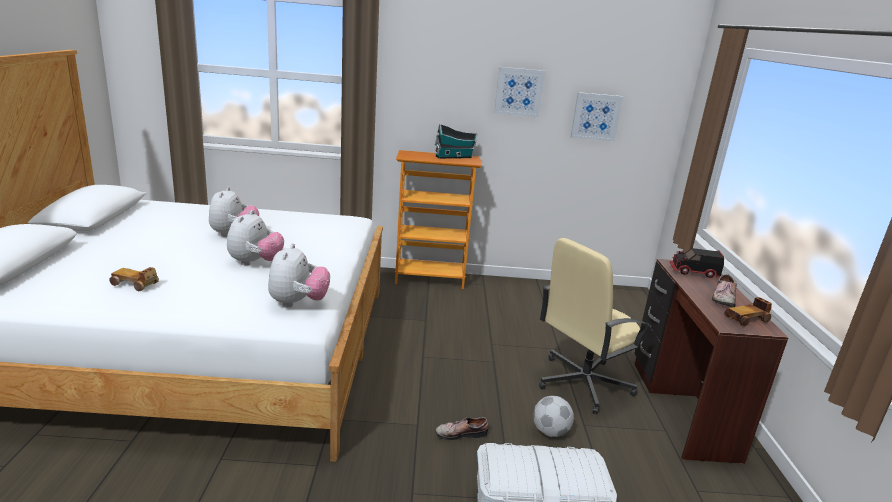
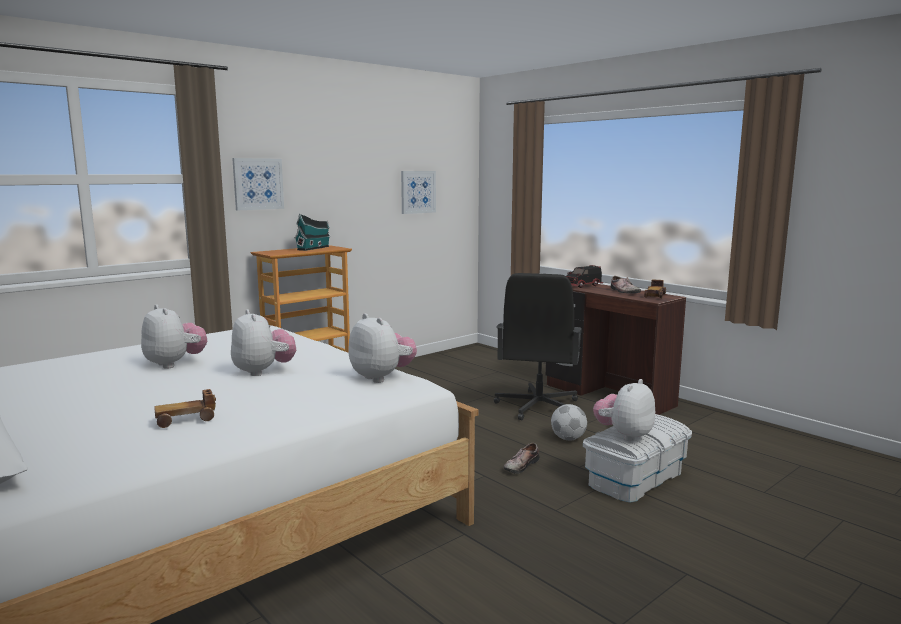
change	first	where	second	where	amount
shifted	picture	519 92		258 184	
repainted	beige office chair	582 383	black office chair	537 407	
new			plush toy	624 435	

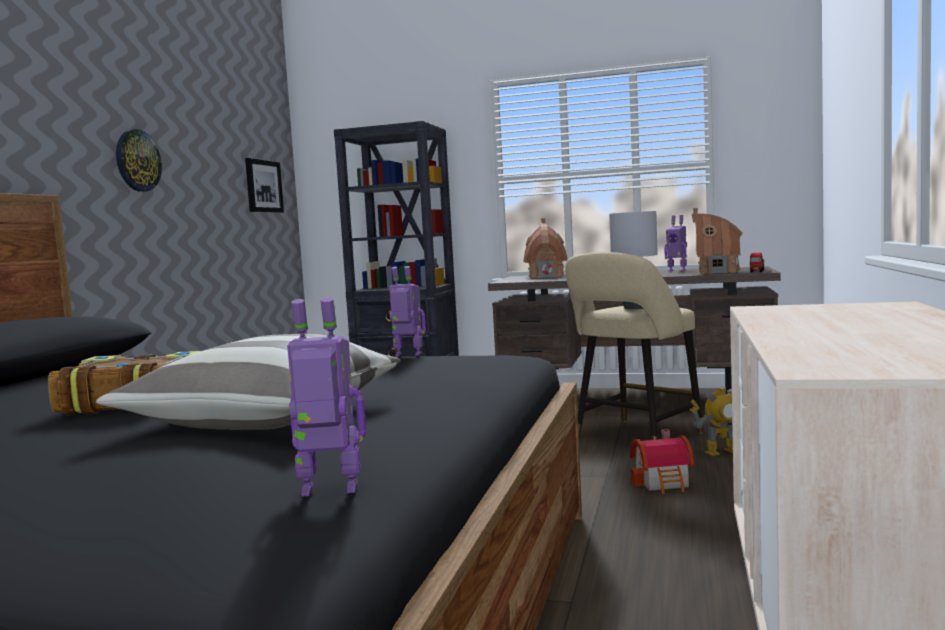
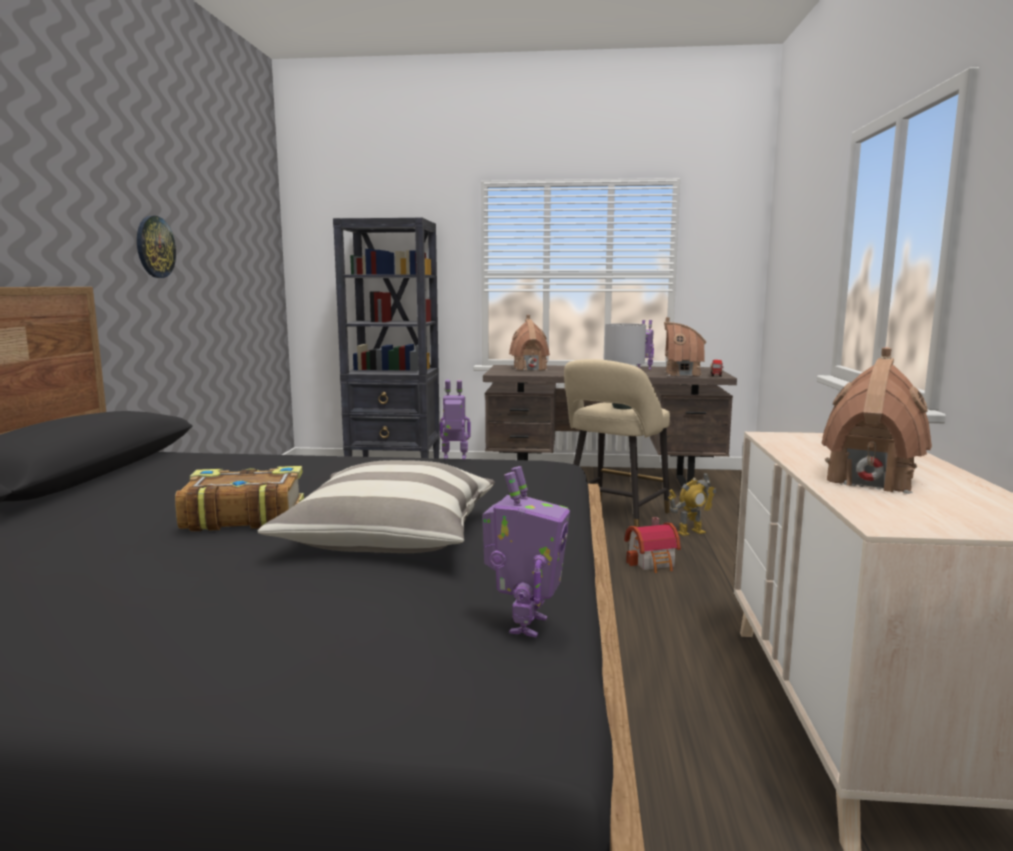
change	first	where	second	where	amount
gone	picture	263 186			
rotated	toy robot	329 490		525 625	120 degrees clockwise
new			toy house	869 479	

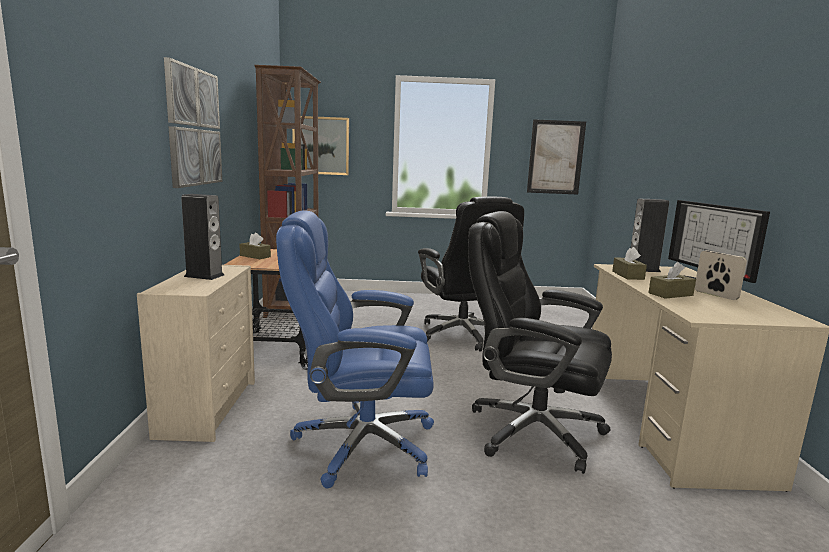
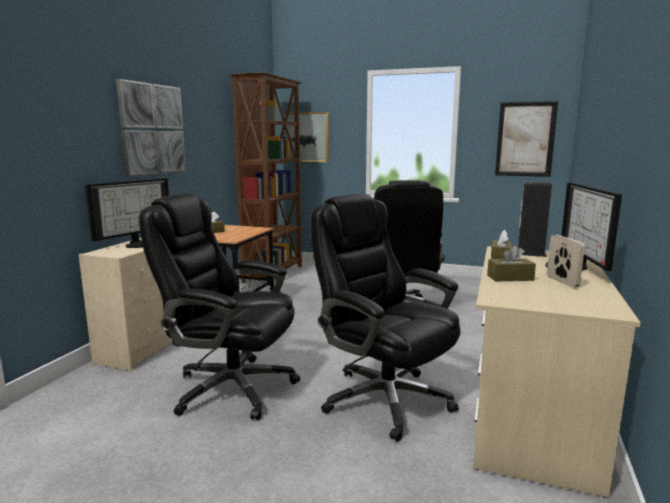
change	first	where	second	where	amount
swapped	speaker	204 276	monitor	141 243	
repainted	blue office chair	361 444	black office chair	230 388	

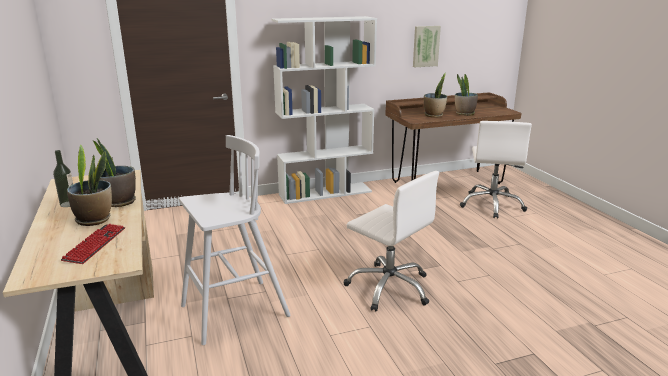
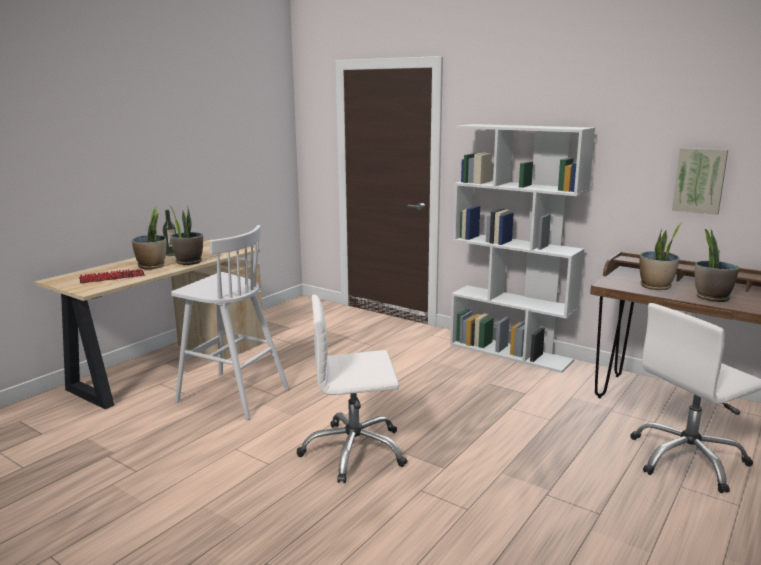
change	first	where	second	where	amount
rotated	white office chair	389 287		354 451	75 degrees clockwise

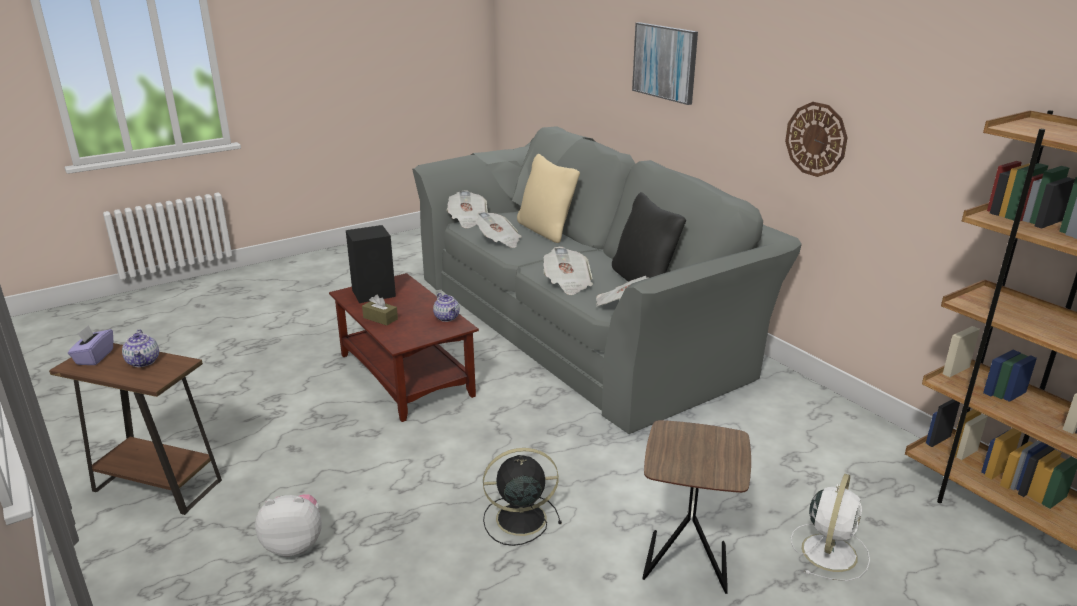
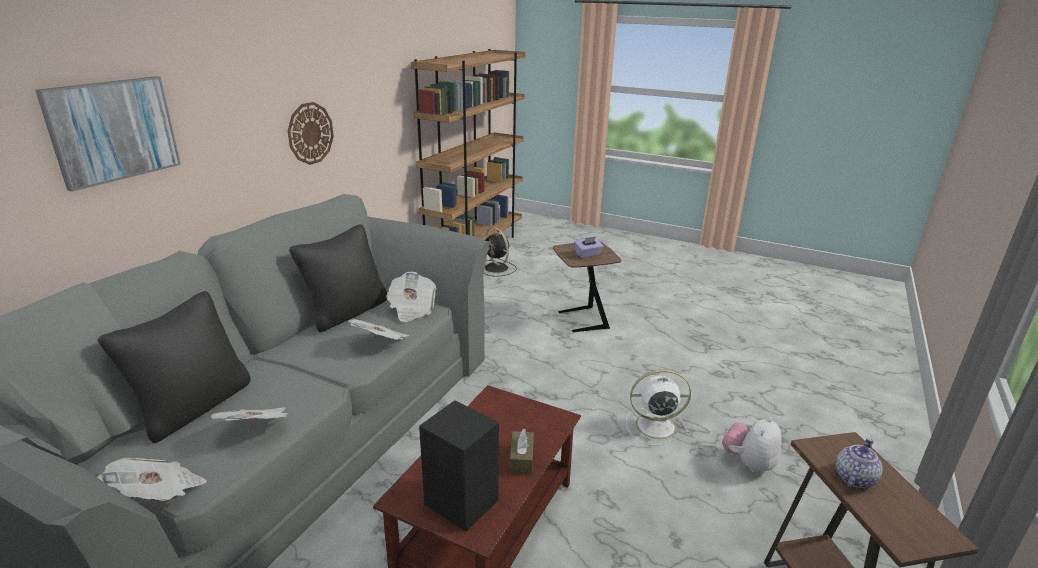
change	first	where	second	where	amount
repainted	beige pillow	546 230	black pillow	194 406	
gone	teapot	447 318			
shifted	purple tissue box	94 357		587 254	
shifted	black fan	518 519		497 268	
shifted	white fan	829 551		653 426	
rotated	plush toy	294 544		748 463	75 degrees clockwise

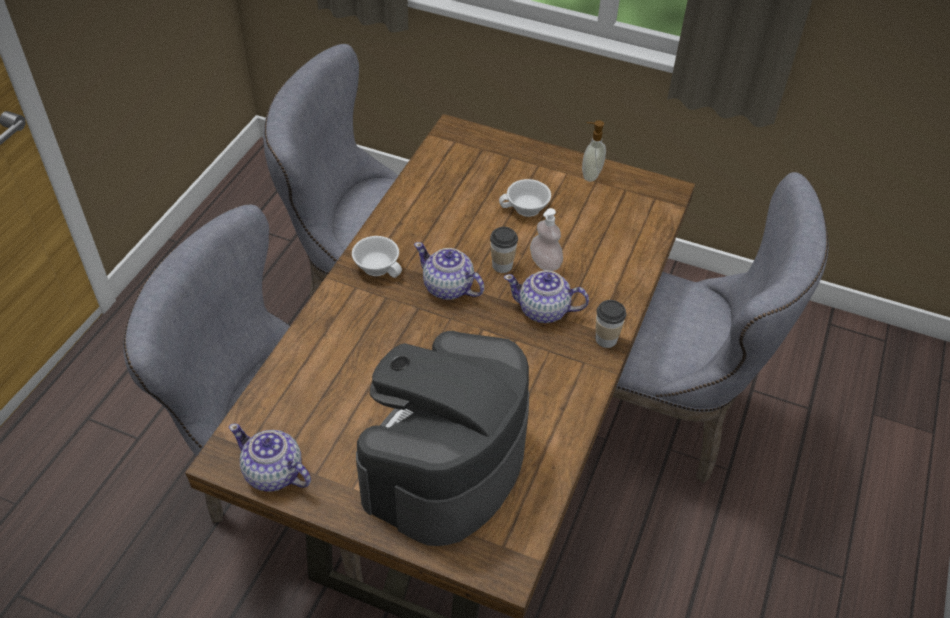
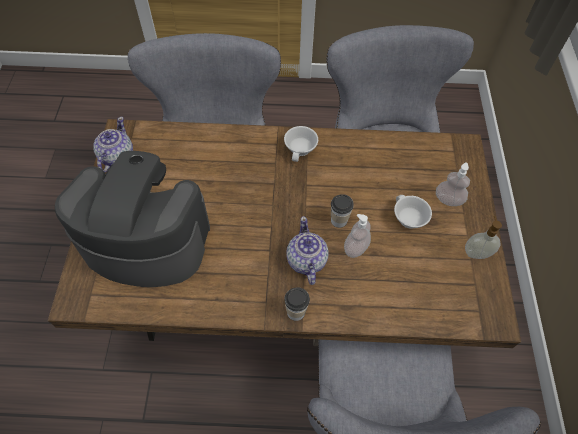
change	first	where	second	where	amount
gone	teapot	448 288			
new			soap dispenser	448 200	

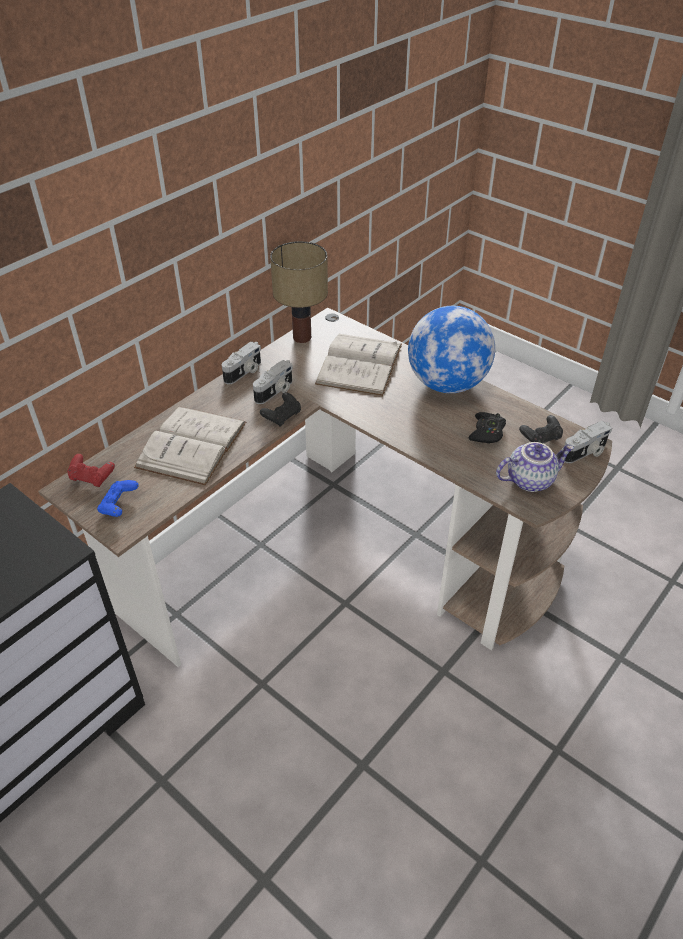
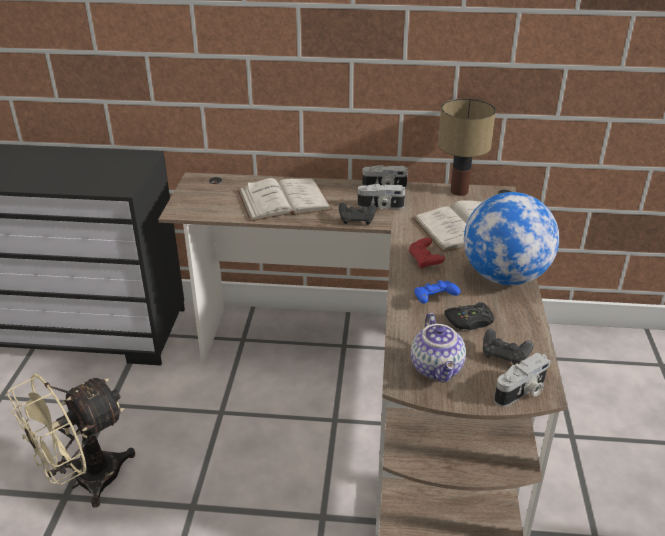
change	first	where	second	where	amount
rotated	photo camera	585 453		522 392	60 degrees counterclockwise
rotated	teapot	529 479		438 368	45 degrees clockwise
shifted	red game controller	92 477		425 261	
shifted	blue game controller	119 506		434 300	
new			beige fan	85 481	

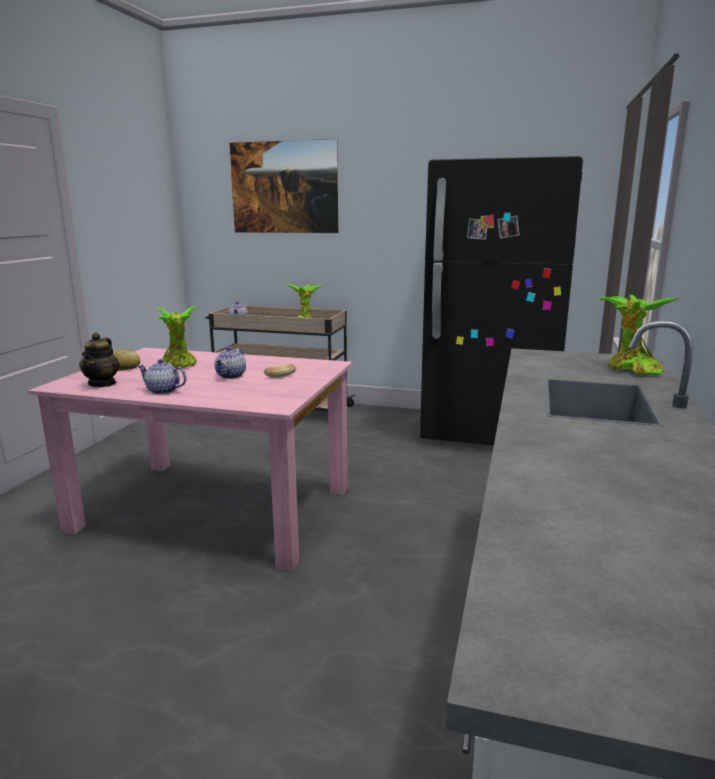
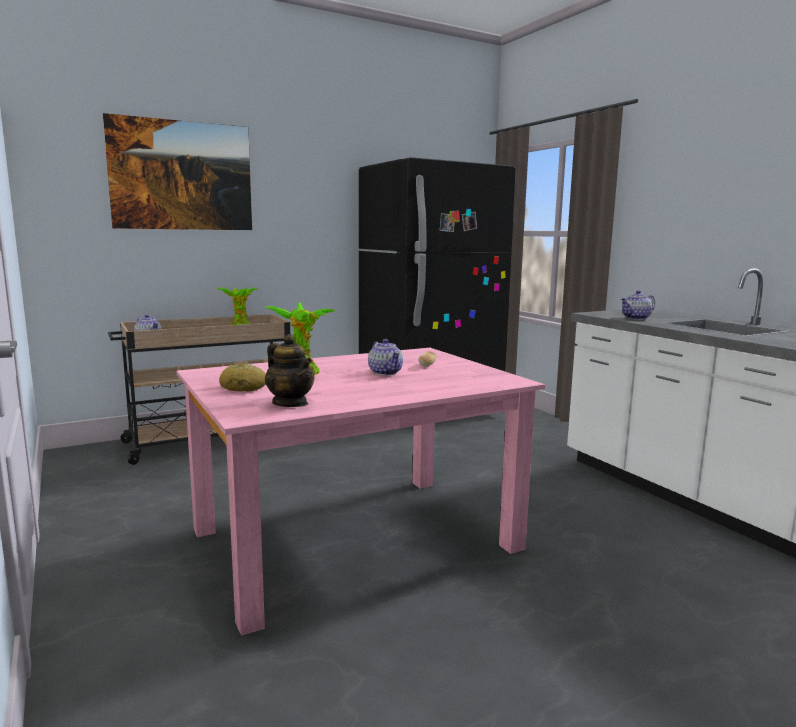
change	first	where	second	where	amount
gone	potted plant	631 369			
shifted	teapot	162 391		636 318	

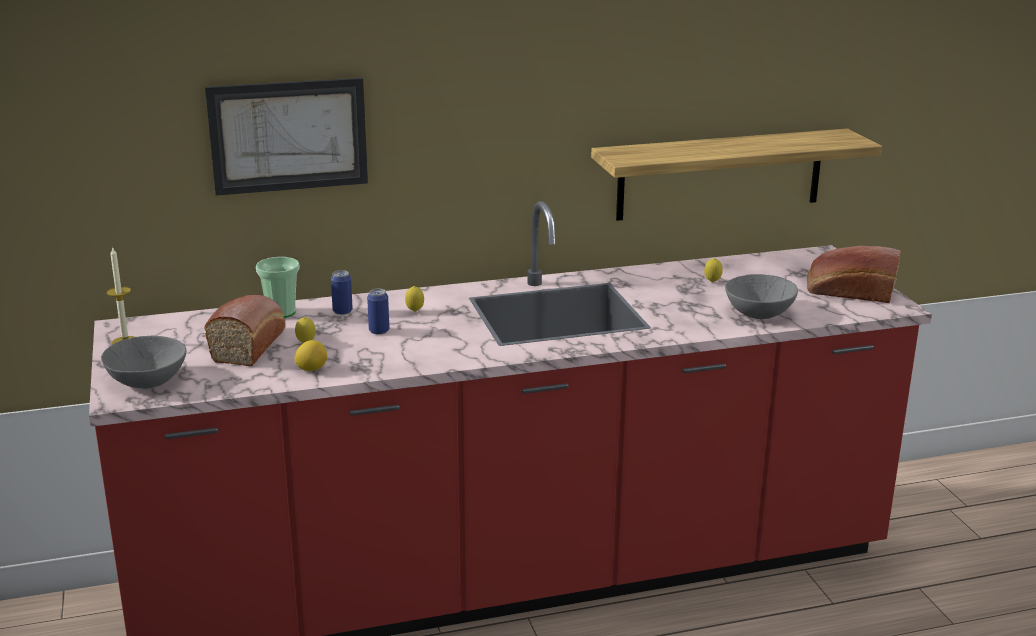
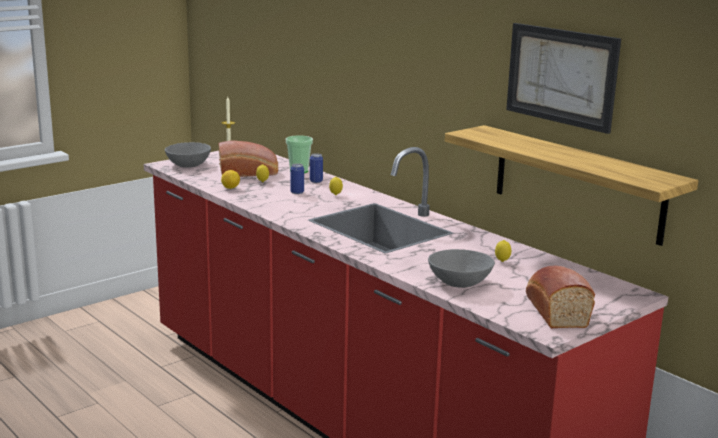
change	first	where	second	where	amount
shifted	picture	288 135		561 76	

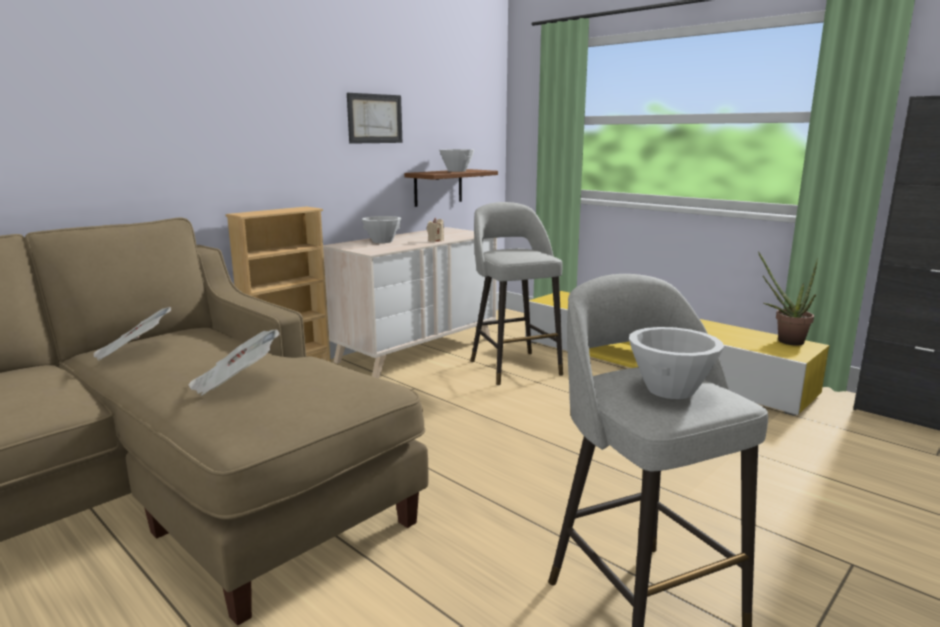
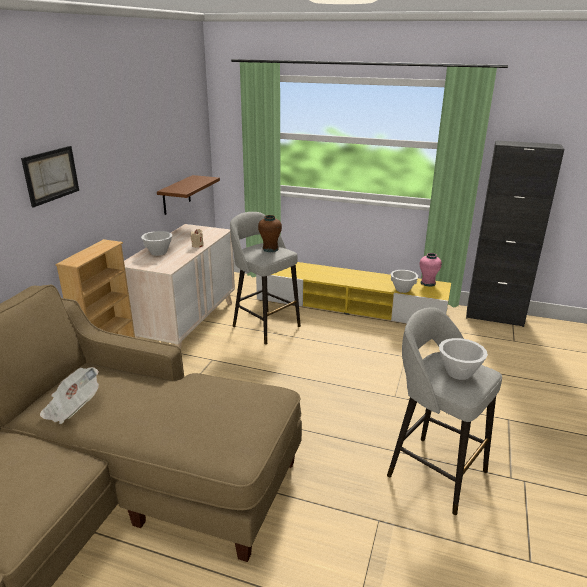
change	first	where	second	where	amount
shifted	picture	375 118		51 175	
shifted	white bowl	456 171		402 289	
swapped	potted plant	784 340	pink vase	428 283	
gone	newspaper	235 384			
new			brown vase	270 249	

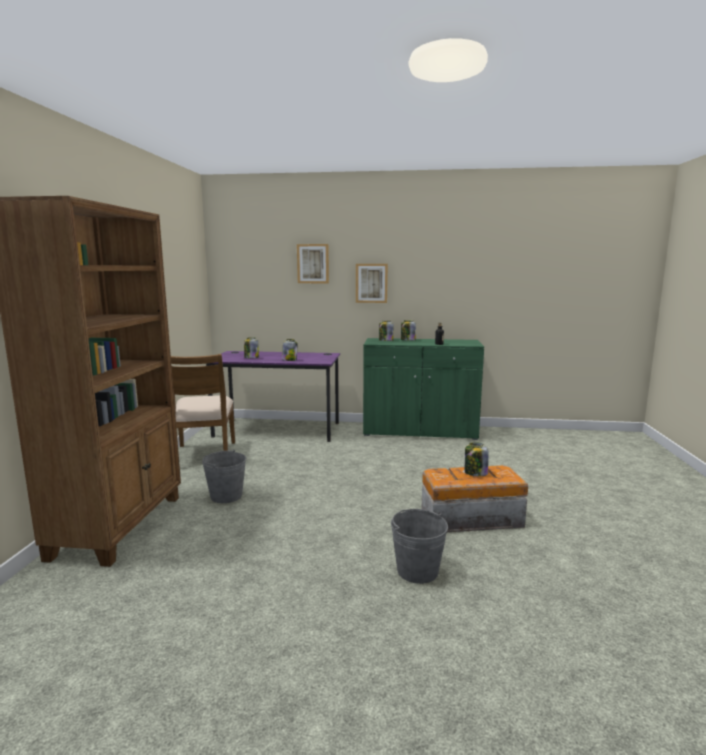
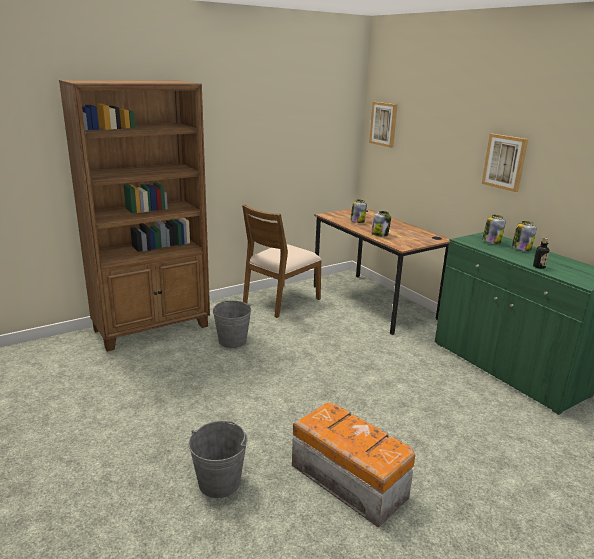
change	first	where	second	where	amount
shifted	picture	313 263		384 124	
repainted	purple desk	277 430	brown desk	373 302	
gone	jar	475 473			

